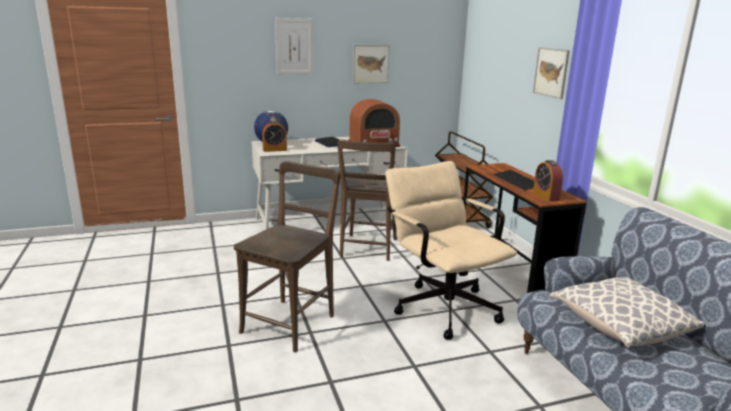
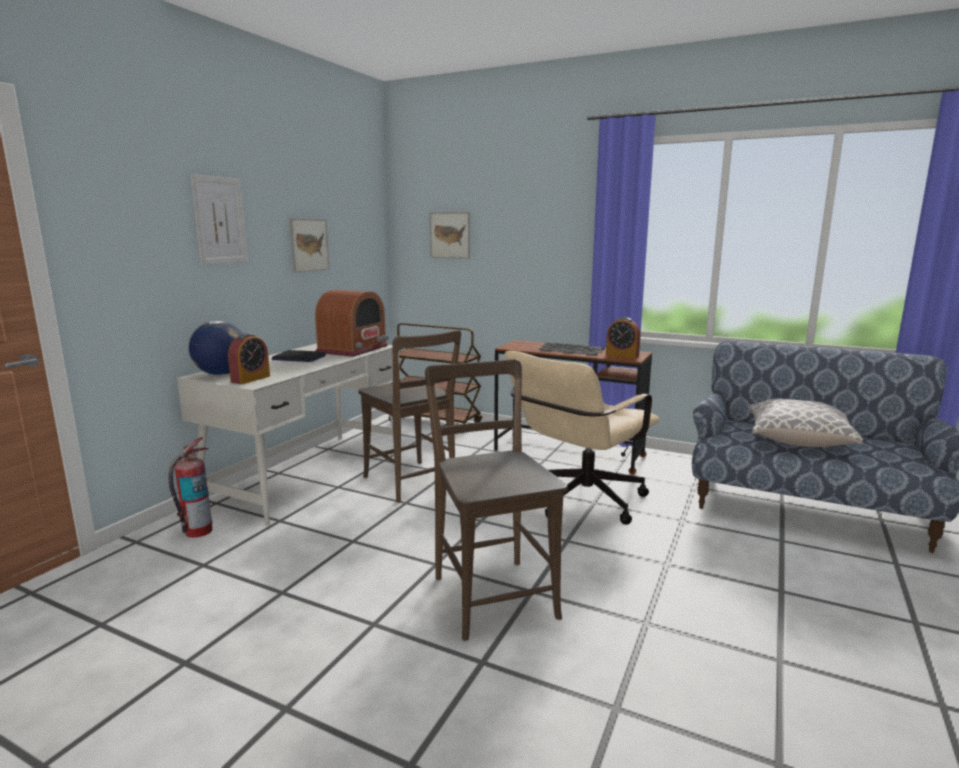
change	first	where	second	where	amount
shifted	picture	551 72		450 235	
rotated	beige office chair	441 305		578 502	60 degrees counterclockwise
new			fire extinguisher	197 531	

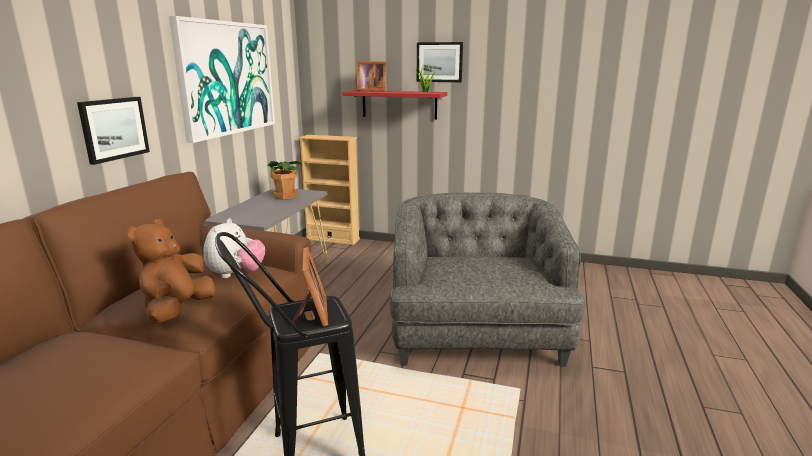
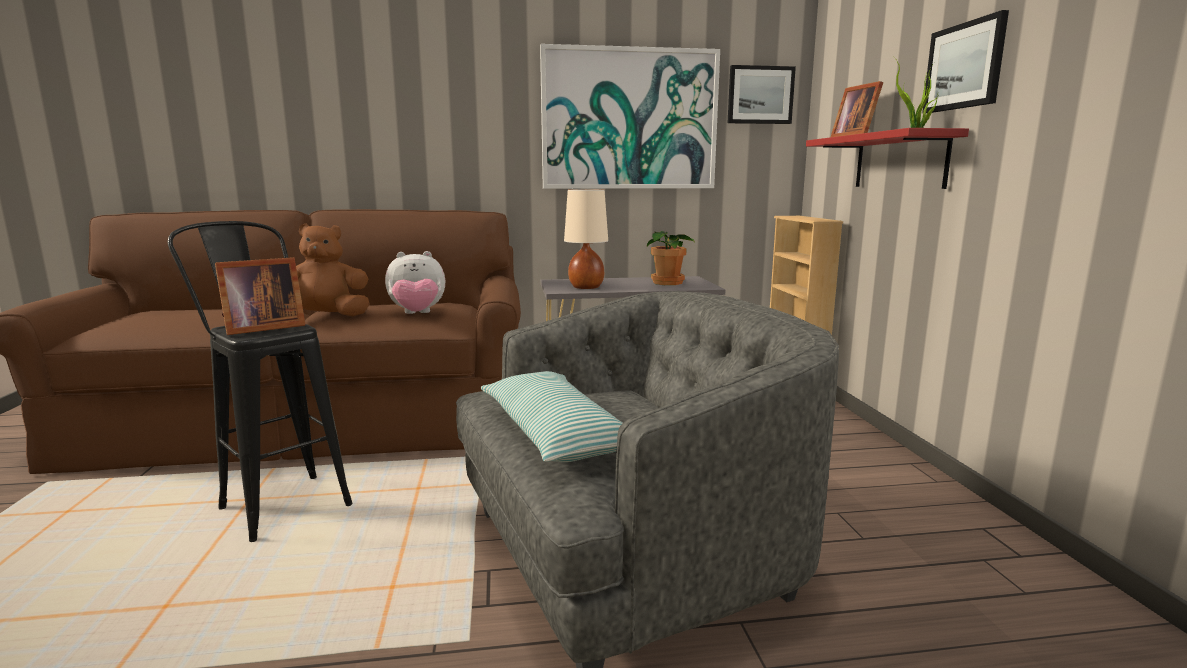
change	first	where	second	where	amount
shifted	picture	114 129		760 95	
new			beige table lamp	586 287	
new			pillow	555 434	

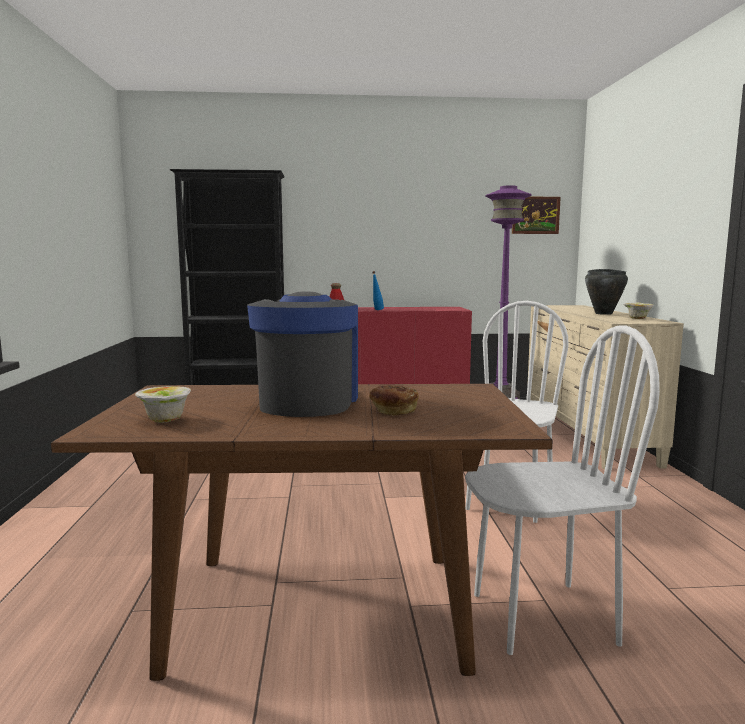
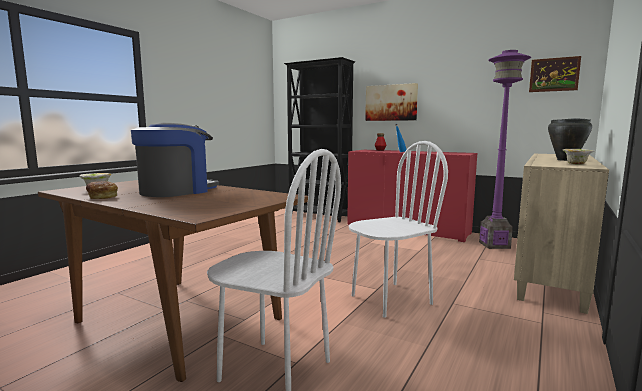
change	first	where	second	where	amount
shifted	bread	393 411		102 197	
new			picture	391 102	

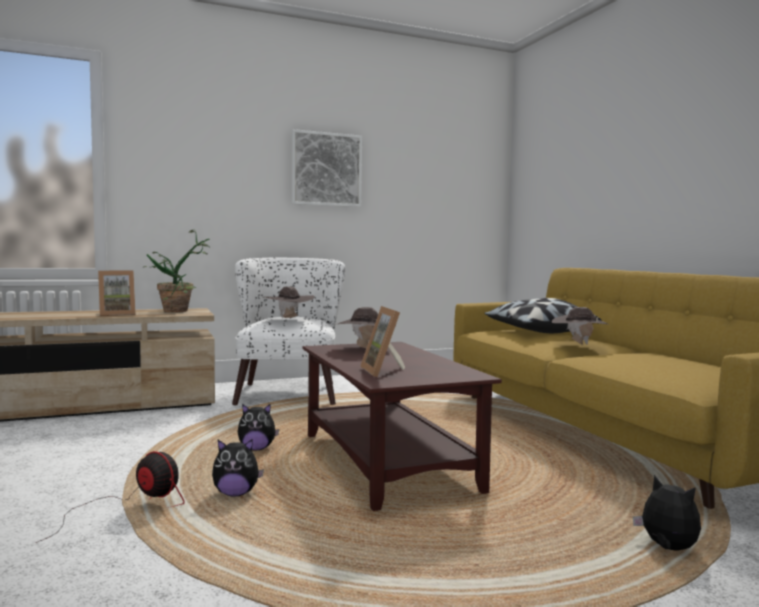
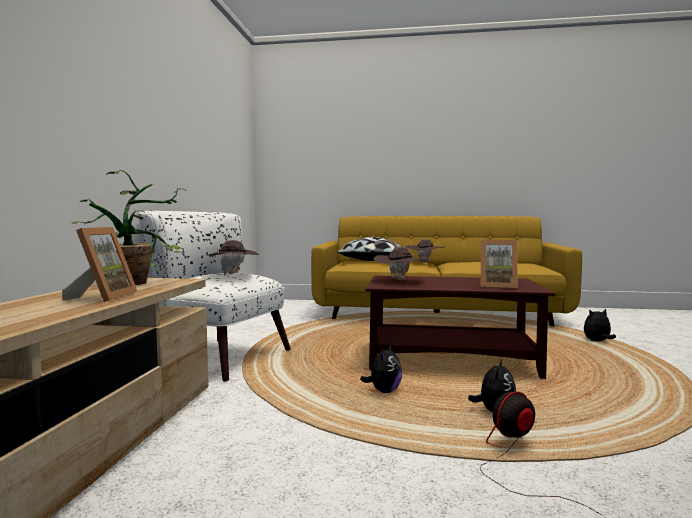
change	first	where	second	where	amount
gone	picture	326 169			

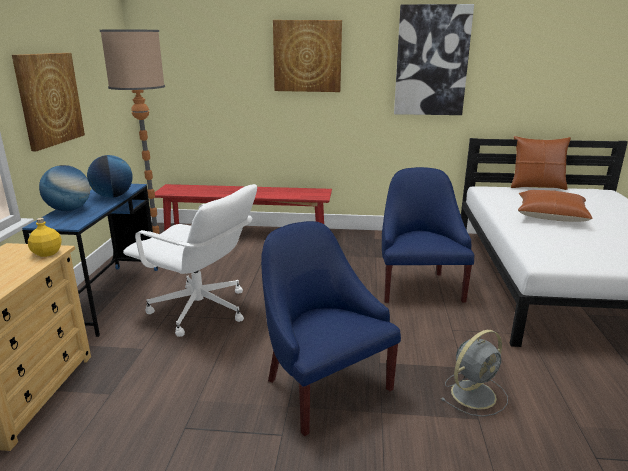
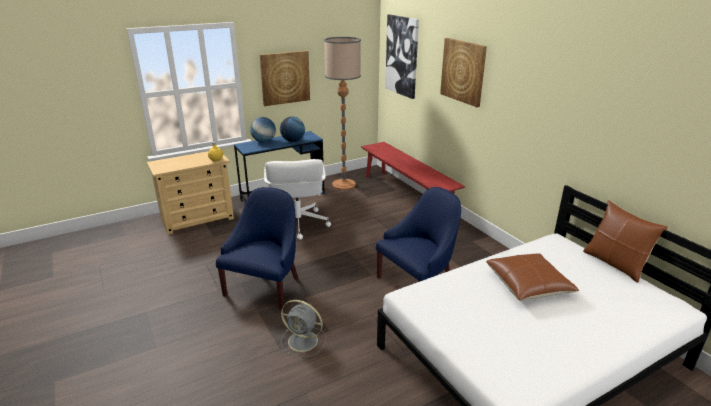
change	first	where	second	where	amount
shifted	picture	431 61		402 56	

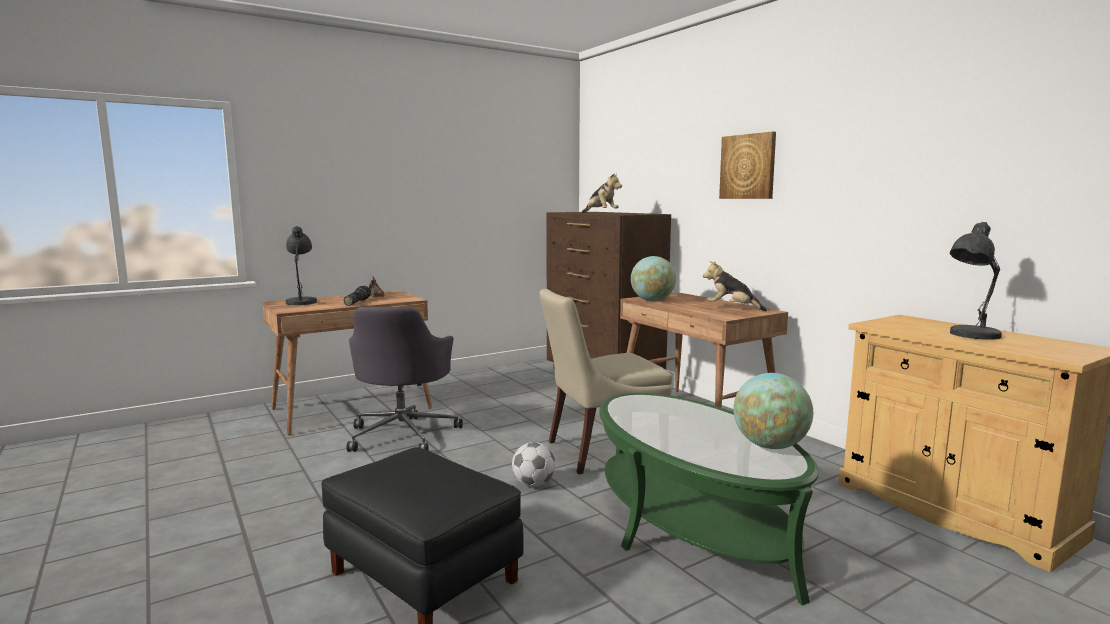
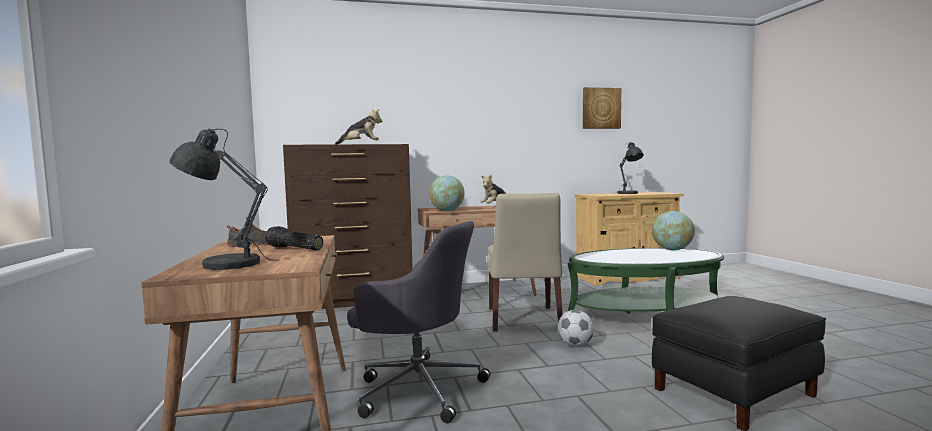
change	first	where	second	where	amount
shifted	picture	748 166		601 108	

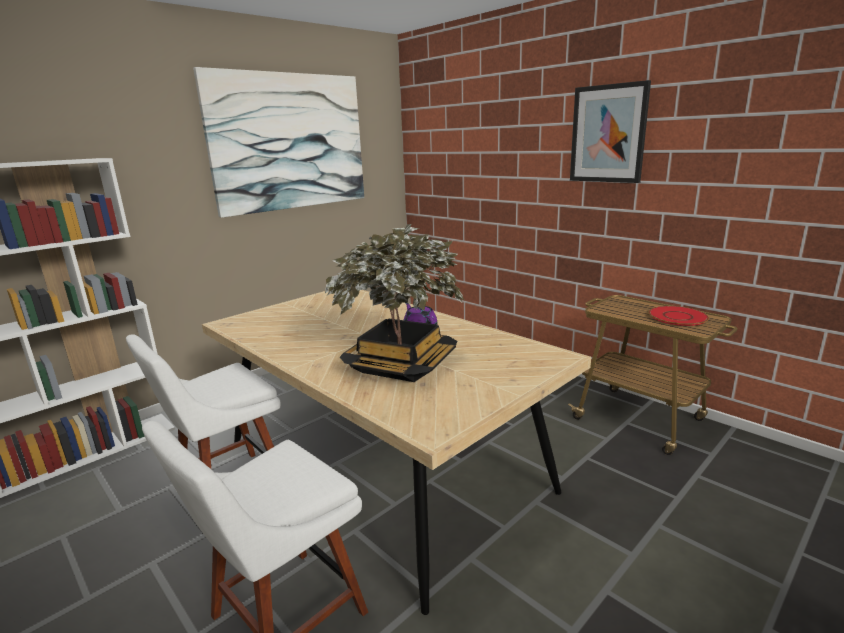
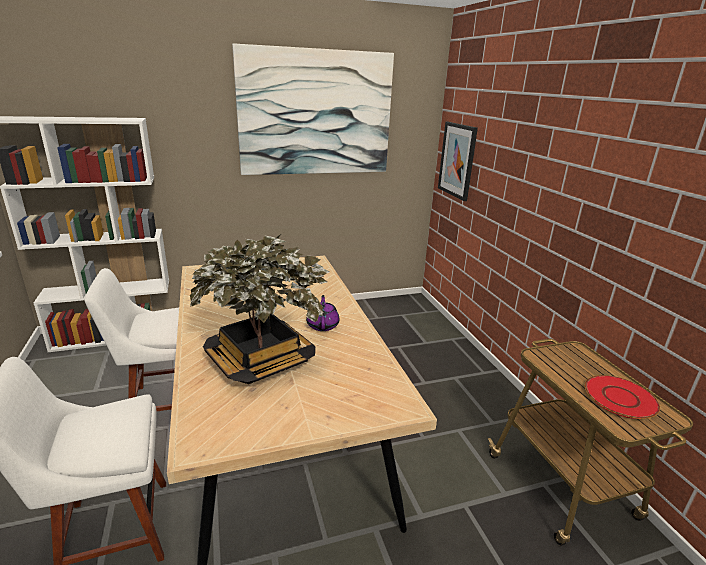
change	first	where	second	where	amount
shifted	picture	608 134		457 160	

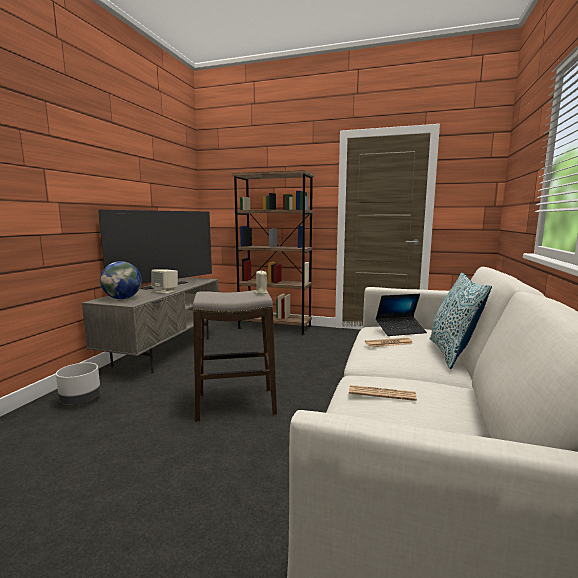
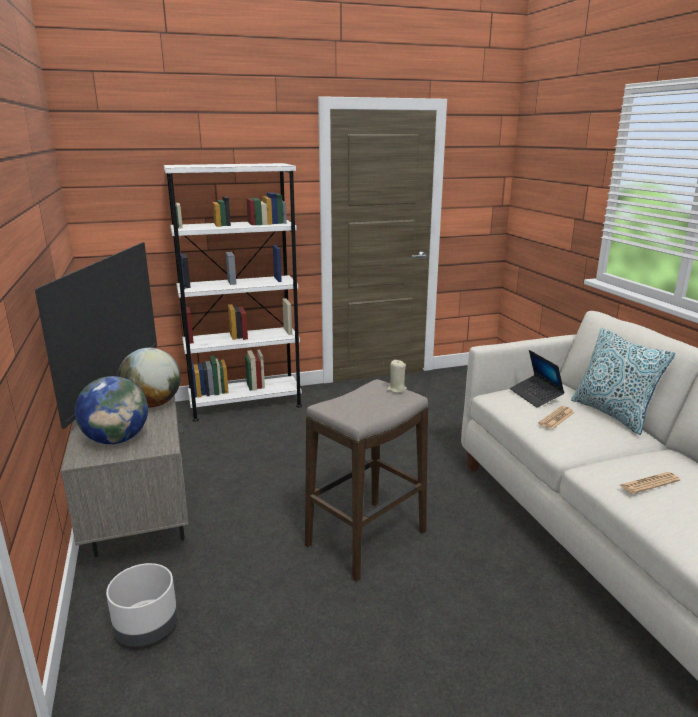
change	first	where	second	where	amount
repainted	brown bookcase	274 327	white bookcase	245 404	
swapped	beige speaker	165 291	globe	153 404	
rotated	laptop	400 330		535 396	120 degrees clockwise

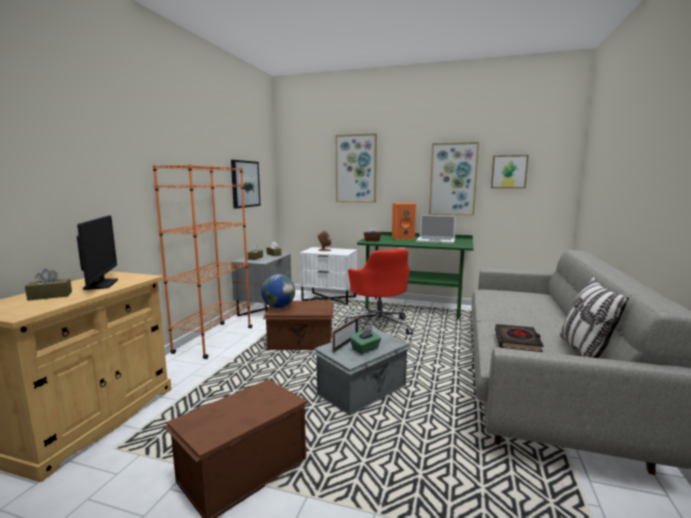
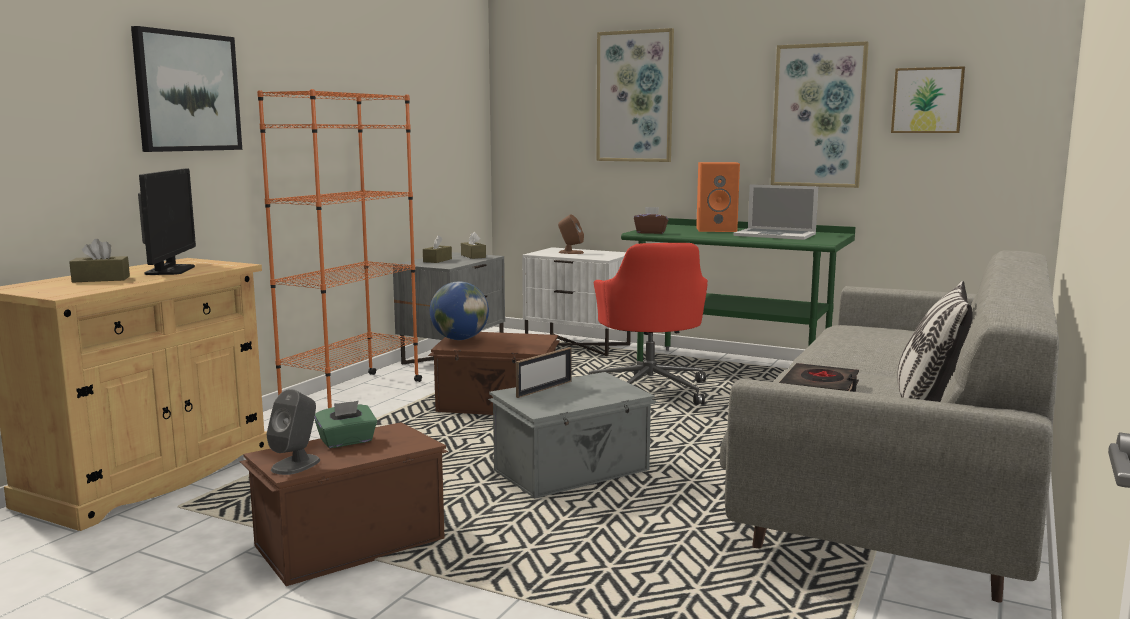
change	first	where	second	where	amount
shifted	picture	245 184		187 92	
shifted	green tissue box	365 349		347 441	
new			grey speaker	296 464	

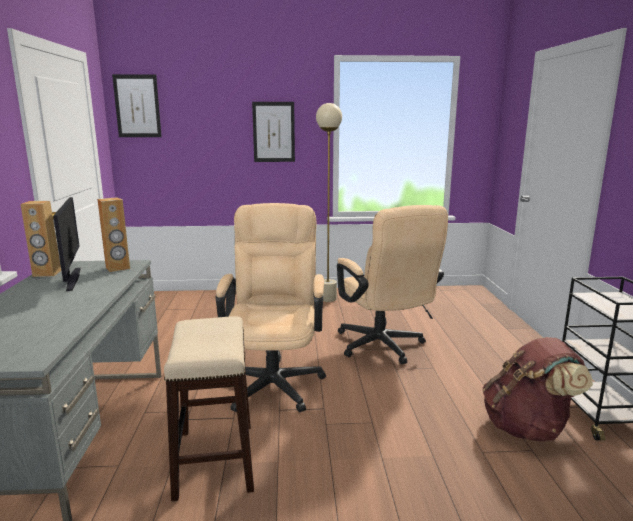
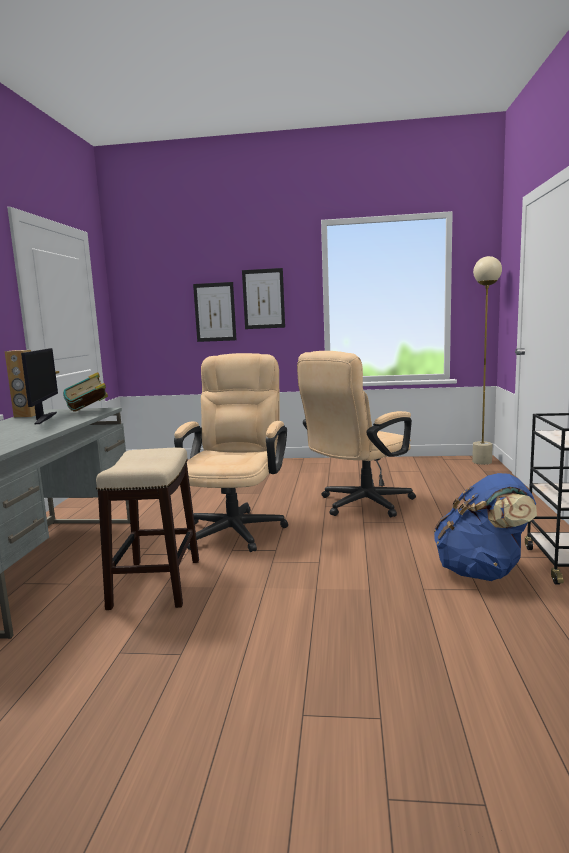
change	first	where	second	where	amount
shifted	picture	137 106		215 312	
shifted	beige floor lamp	328 299		482 462	
swapped	brown speaker	118 268	book	88 412	
rotated	beige office chair	383 348		359 505	60 degrees clockwise
repainted	brown backpack	527 428	blue backpack	482 572	

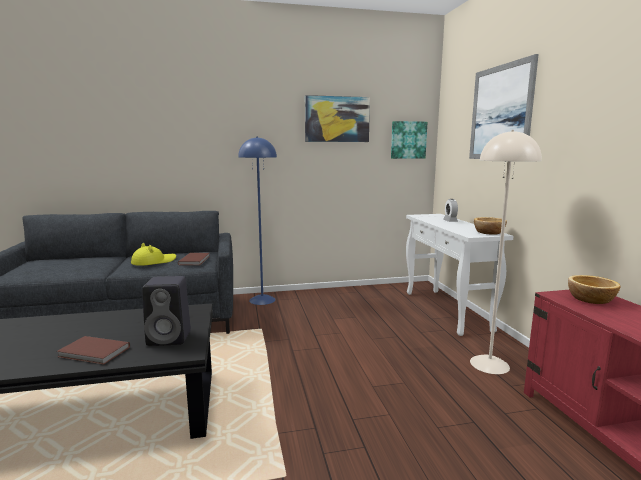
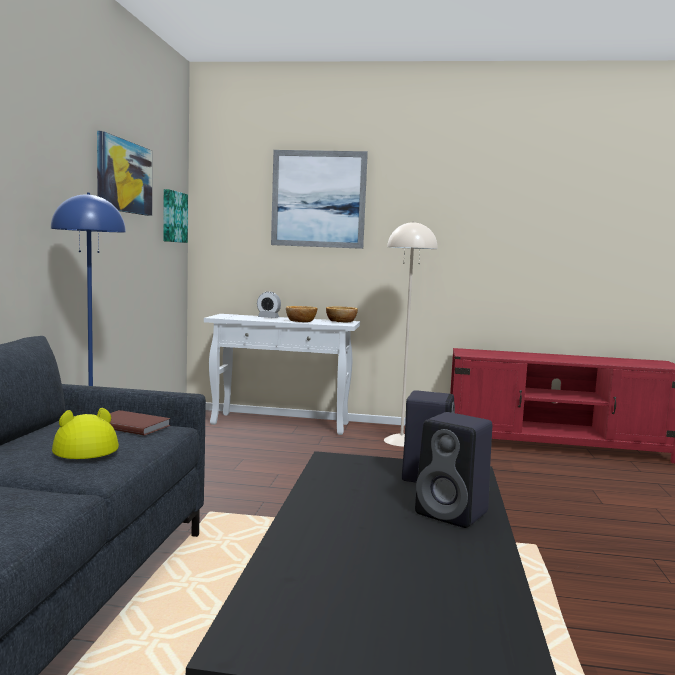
change	first	where	second	where	amount
shifted	bowl	591 299		301 321	
swapped	brown book	94 352	black speaker	454 513	

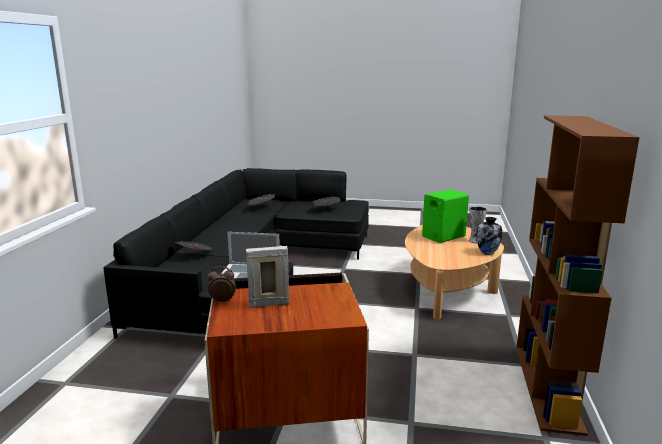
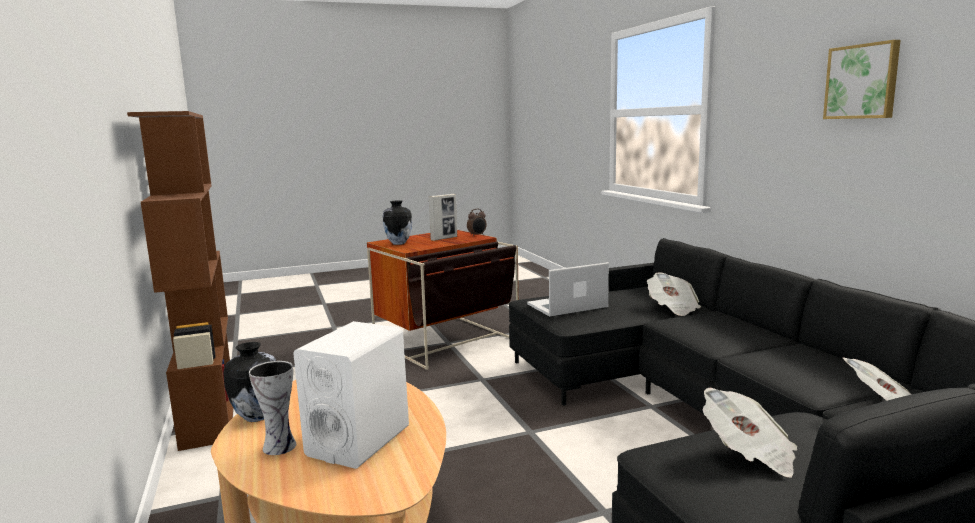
change	first	where	second	where	amount
repainted	green speaker	443 236	white speaker	358 441	
new			picture	862 81	
new			vase	398 243	

